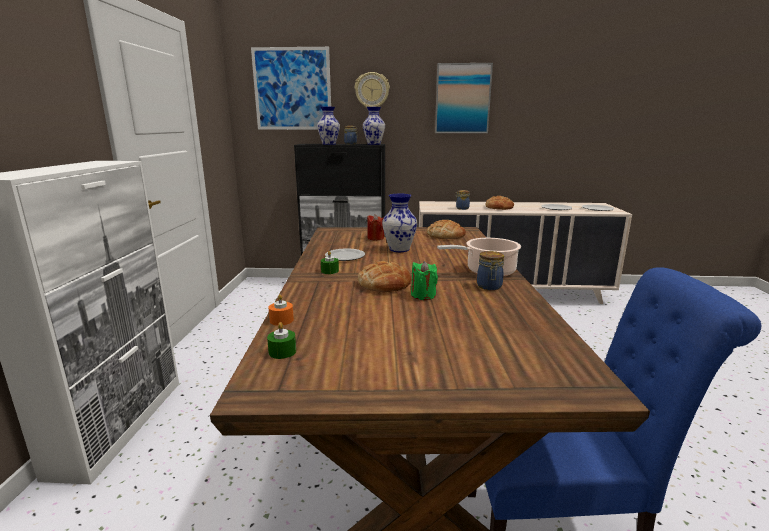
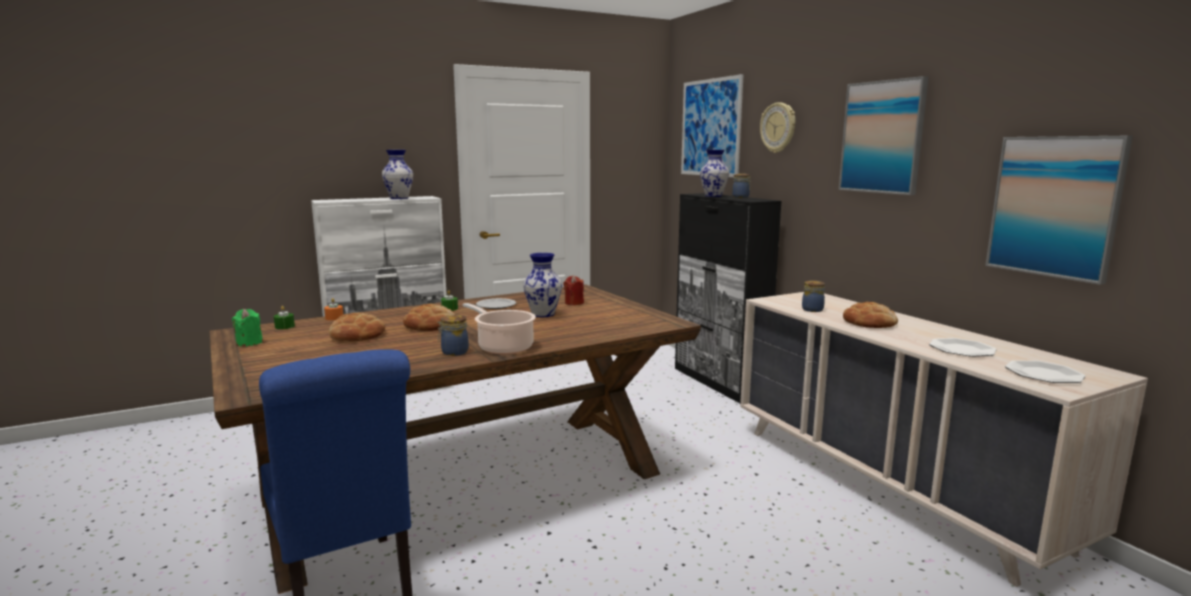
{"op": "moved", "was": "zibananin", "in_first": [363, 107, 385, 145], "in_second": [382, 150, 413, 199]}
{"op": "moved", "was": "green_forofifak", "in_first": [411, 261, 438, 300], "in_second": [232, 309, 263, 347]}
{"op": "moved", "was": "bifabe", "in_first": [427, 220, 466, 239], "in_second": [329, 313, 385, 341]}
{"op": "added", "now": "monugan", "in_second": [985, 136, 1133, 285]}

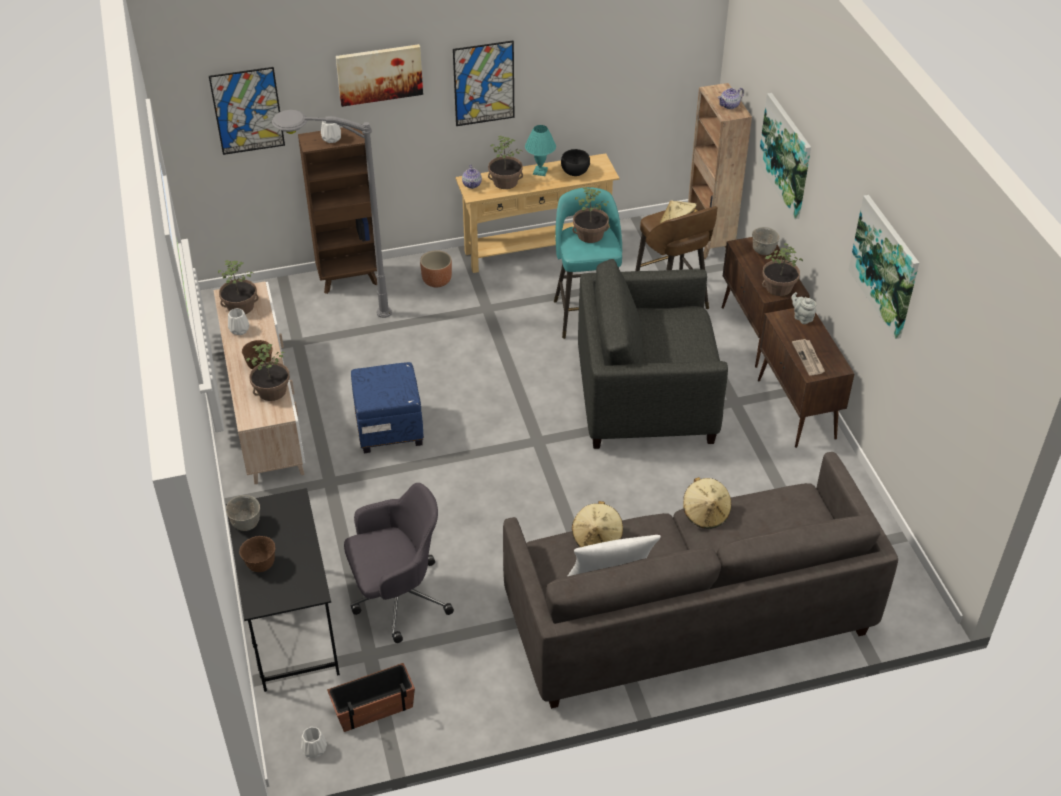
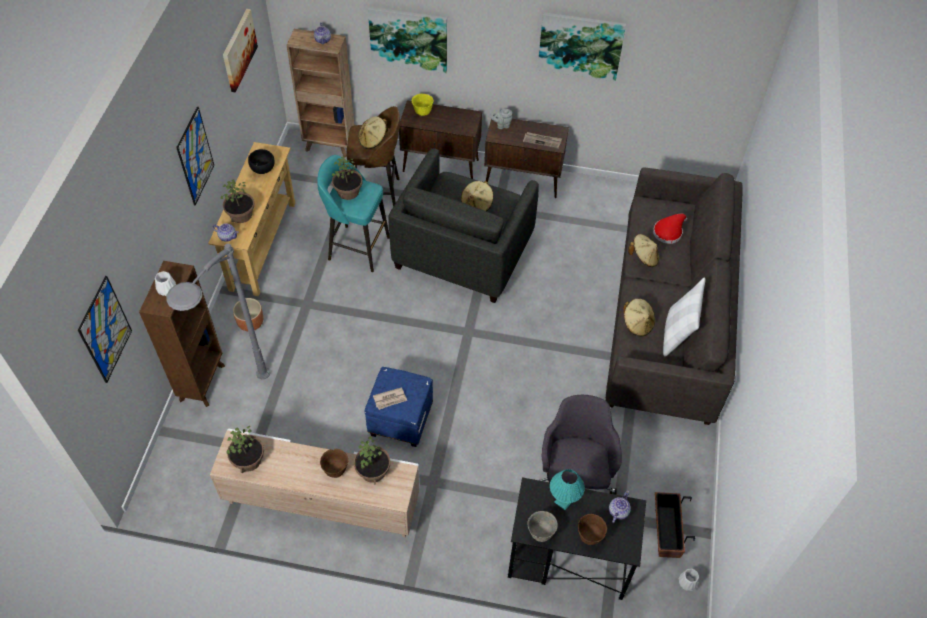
{"op": "removed", "was": "white_zibananin", "in_first": [228, 308, 249, 335]}
{"op": "moved", "was": "monugan", "in_first": [336, 44, 423, 107], "in_second": [223, 9, 258, 92]}
{"op": "moved", "was": "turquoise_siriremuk", "in_first": [525, 125, 556, 176], "in_second": [550, 469, 585, 510]}
{"op": "recoloured", "was": "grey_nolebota", "now": "yellow_nolebota", "in_first": [752, 227, 779, 255], "in_second": [412, 94, 433, 116]}
{"op": "removed", "was": "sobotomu", "in_first": [762, 243, 803, 296]}
{"op": "added", "now": "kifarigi", "in_second": [373, 387, 407, 410]}
{"op": "added", "now": "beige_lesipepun", "in_second": [461, 181, 494, 211]}
{"op": "added", "now": "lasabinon", "in_second": [609, 491, 631, 523]}
{"op": "added", "now": "red_lesipepun", "in_second": [653, 213, 687, 244]}

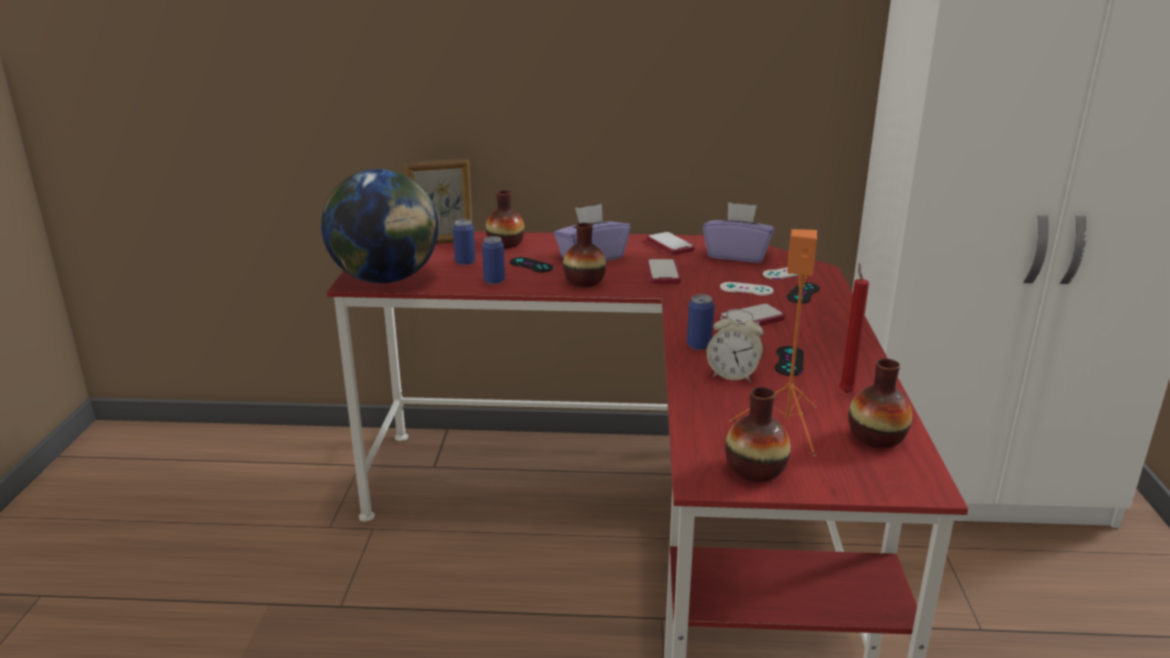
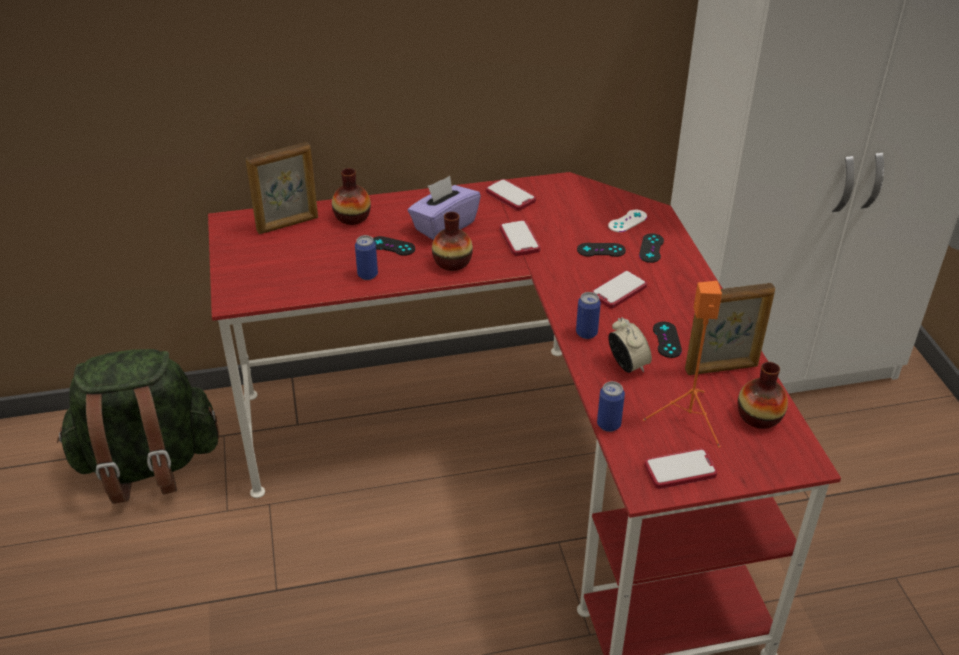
{"op": "removed", "was": "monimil", "in_first": [321, 169, 438, 284]}
{"op": "moved", "was": "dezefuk", "in_first": [453, 219, 475, 265], "in_second": [597, 381, 625, 432]}
{"op": "removed", "was": "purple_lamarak", "in_first": [703, 202, 775, 263]}
{"op": "turned", "was": "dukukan", "in_first": [707, 309, 763, 382], "in_second": [608, 317, 652, 373], "clockwise": -120}
{"op": "recoloured", "was": "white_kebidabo", "now": "black_kebidabo", "in_first": [720, 282, 774, 296], "in_second": [577, 243, 626, 257]}
{"op": "replaced", "was": "zibananin", "now": "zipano", "in_first": [725, 387, 791, 482], "in_second": [644, 449, 717, 489]}
{"op": "replaced", "was": "red_forofifak", "now": "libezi", "in_first": [839, 263, 869, 393], "in_second": [685, 283, 775, 375]}
{"op": "added", "now": "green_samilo", "in_second": [57, 349, 219, 504]}

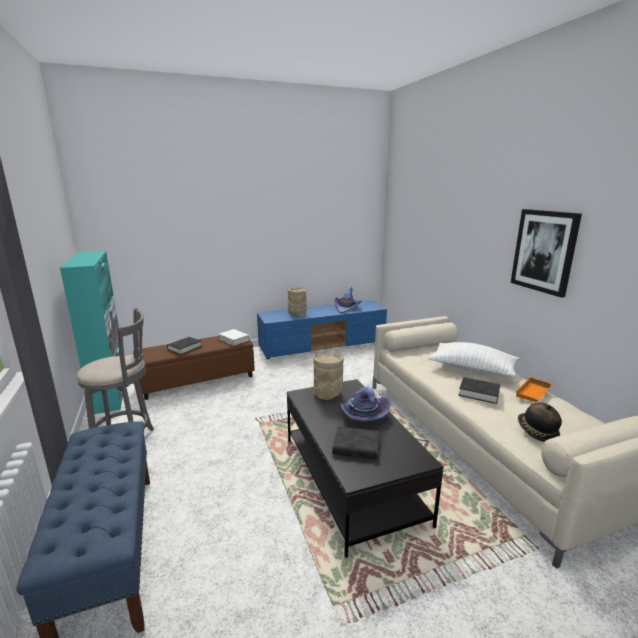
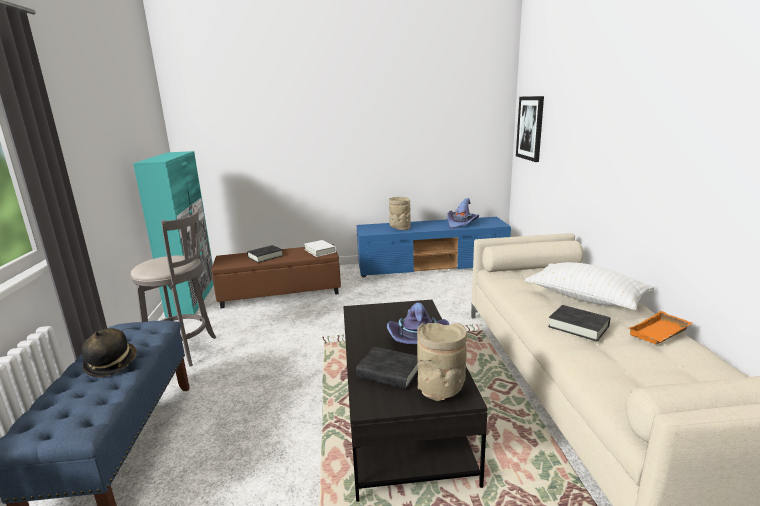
{"op": "moved", "was": "beige_zibananin", "in_first": [314, 353, 343, 400], "in_second": [417, 323, 467, 401]}
{"op": "moved", "was": "monugan", "in_first": [511, 209, 582, 298], "in_second": [516, 96, 544, 162]}
{"op": "moved", "was": "lesipepun", "in_first": [518, 402, 562, 442], "in_second": [82, 328, 137, 377]}

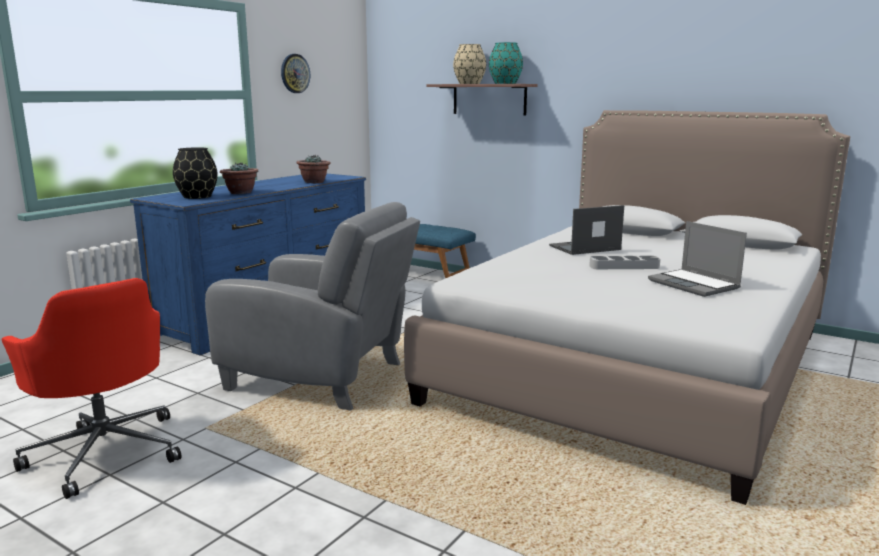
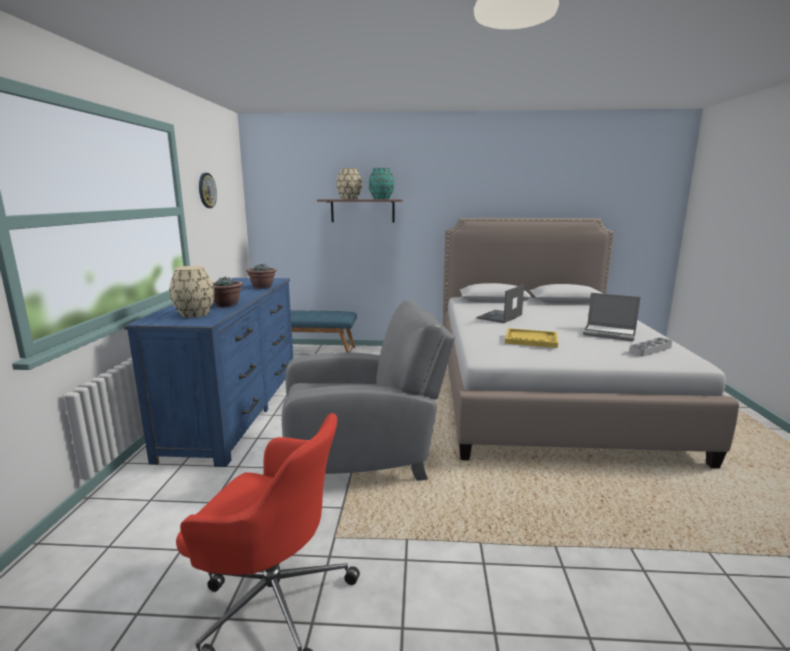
{"op": "recoloured", "was": "black_zibananin", "now": "beige_zibananin", "in_first": [173, 147, 218, 199], "in_second": [169, 266, 215, 318]}
{"op": "moved", "was": "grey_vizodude", "in_first": [589, 256, 660, 269], "in_second": [629, 338, 672, 357]}
{"op": "added", "now": "yellow_vizodude", "in_second": [505, 328, 558, 348]}

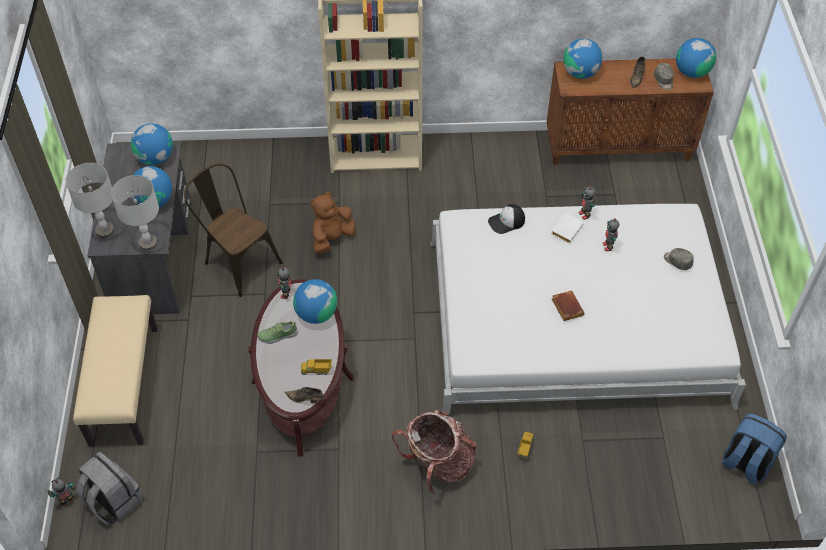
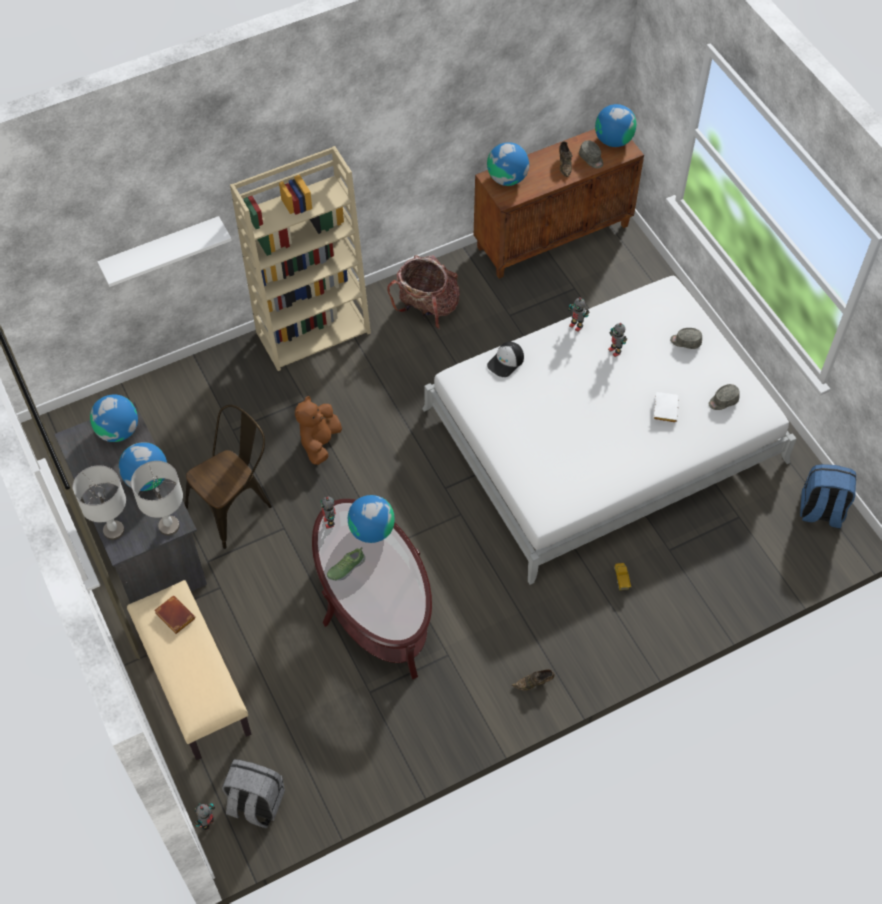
{"op": "turned", "was": "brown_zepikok", "in_first": [184, 163, 283, 297], "in_second": [185, 405, 272, 549], "clockwise": 120}
{"op": "moved", "was": "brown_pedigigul", "in_first": [285, 387, 324, 403], "in_second": [512, 669, 555, 690]}
{"op": "removed", "was": "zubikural", "in_first": [301, 359, 332, 375]}
{"op": "moved", "was": "samilo", "in_first": [392, 410, 477, 495], "in_second": [387, 255, 460, 329]}
{"op": "moved", "was": "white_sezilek", "in_first": [551, 213, 583, 243], "in_second": [653, 392, 679, 423]}
{"op": "moved", "was": "brown_sezilek", "in_first": [552, 291, 585, 321], "in_second": [154, 596, 195, 634]}
{"op": "added", "now": "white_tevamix", "in_second": [97, 216, 232, 287]}
{"op": "added", "now": "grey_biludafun", "in_second": [709, 384, 740, 410]}

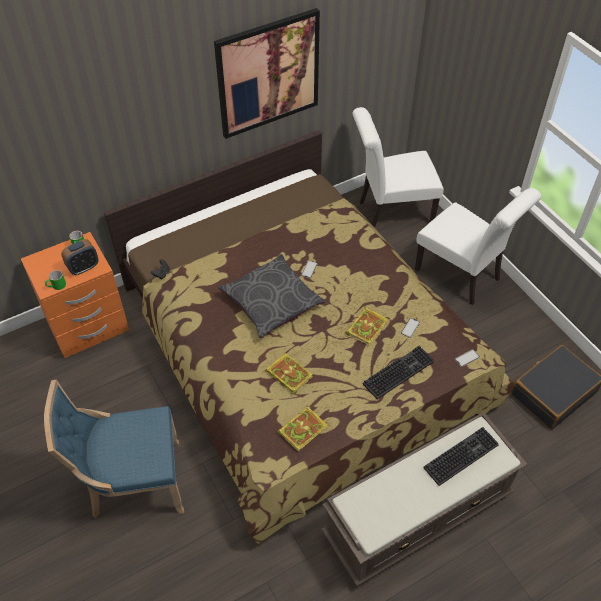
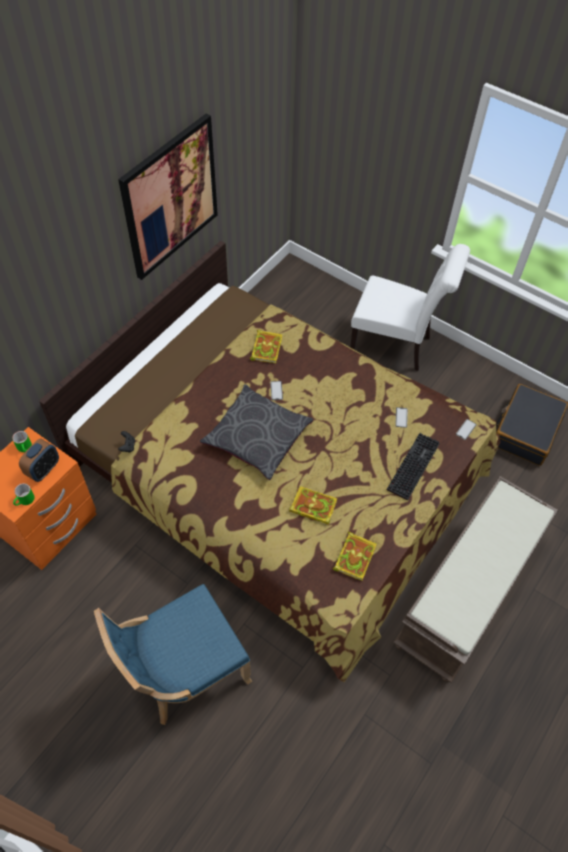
{"op": "moved", "was": "sezilek", "in_first": [345, 306, 388, 345], "in_second": [250, 330, 283, 363]}
{"op": "removed", "was": "white_zepikok", "in_first": [352, 107, 444, 228]}
{"op": "removed", "was": "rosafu", "in_first": [423, 427, 499, 486]}

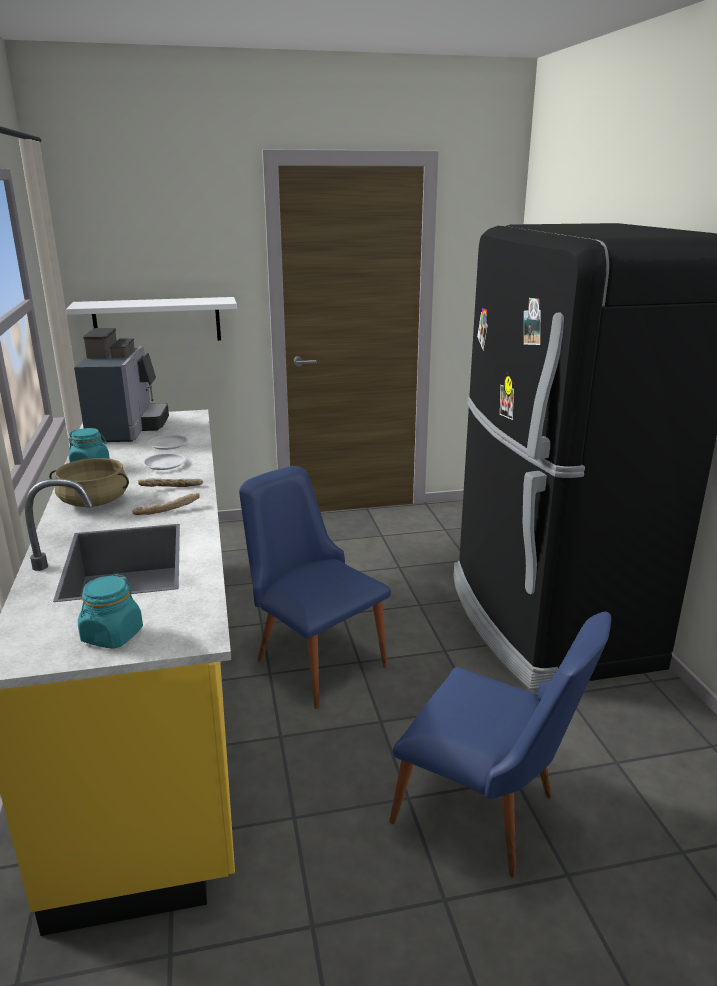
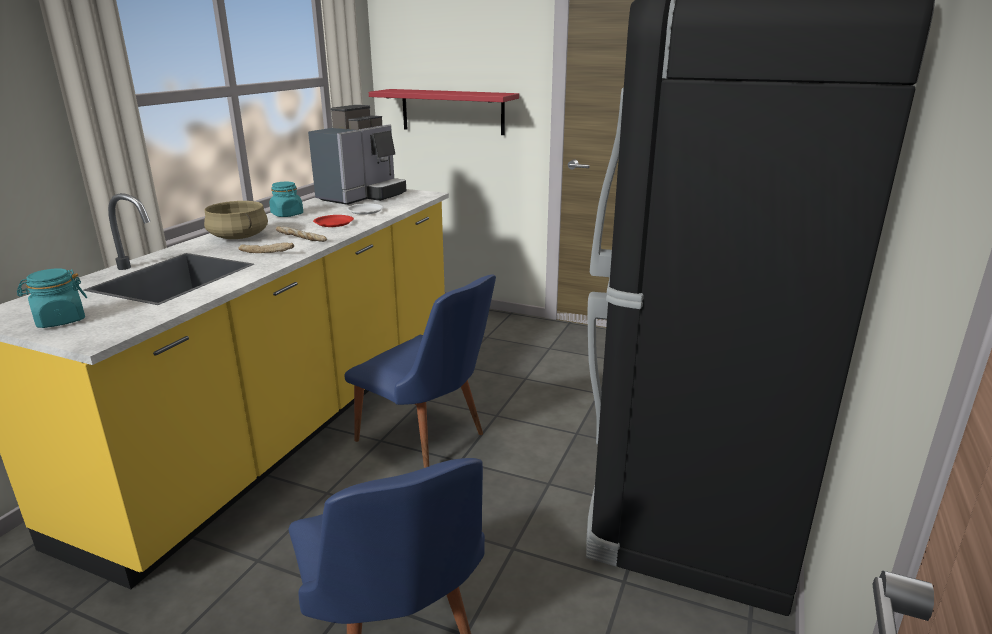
{"op": "recoloured", "was": "white_tevamix", "now": "red_tevamix", "in_first": [66, 297, 237, 341], "in_second": [369, 89, 519, 135]}
{"op": "recoloured", "was": "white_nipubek", "now": "red_nipubek", "in_first": [142, 453, 187, 470], "in_second": [313, 215, 354, 227]}
{"op": "turned", "was": "blue_zepikok", "in_first": [239, 466, 391, 709], "in_second": [344, 274, 496, 468], "clockwise": 135}

